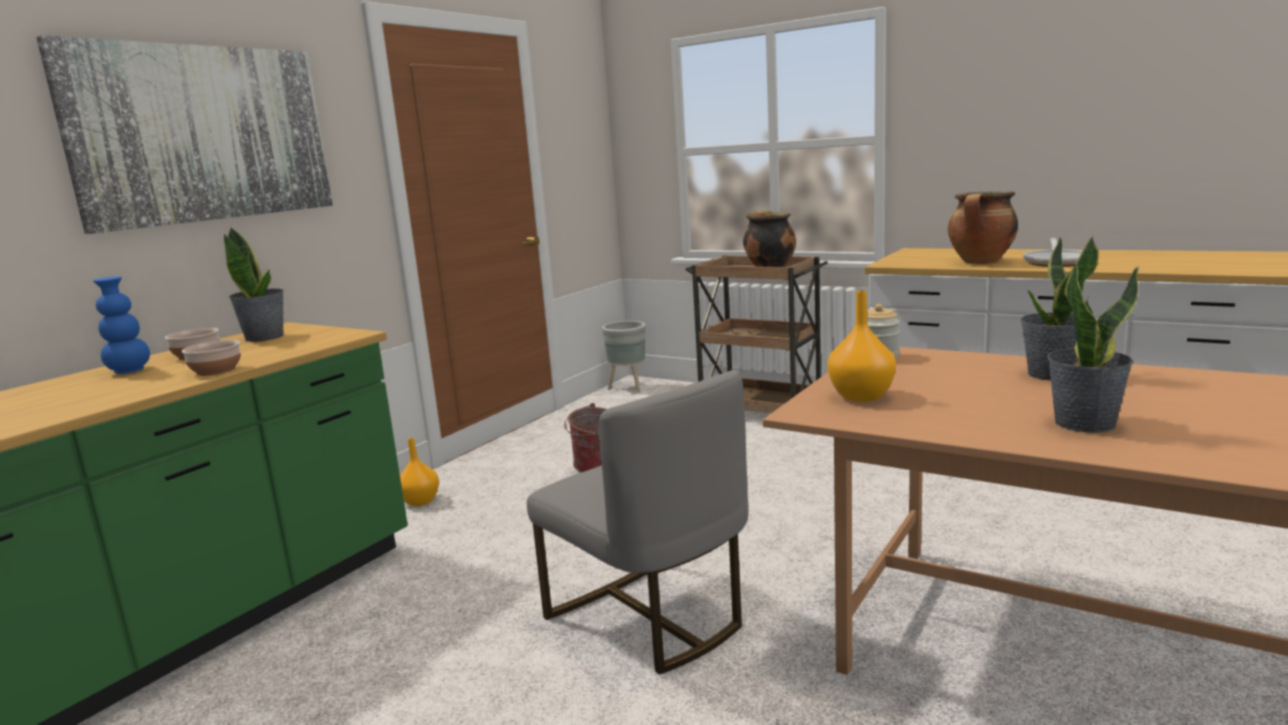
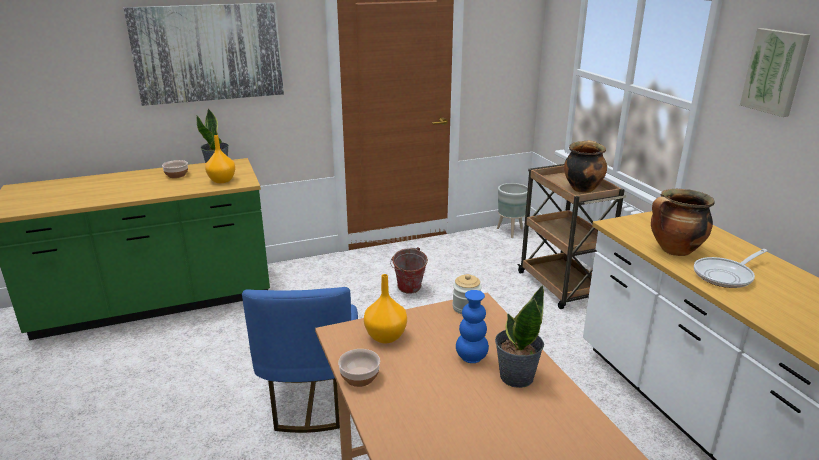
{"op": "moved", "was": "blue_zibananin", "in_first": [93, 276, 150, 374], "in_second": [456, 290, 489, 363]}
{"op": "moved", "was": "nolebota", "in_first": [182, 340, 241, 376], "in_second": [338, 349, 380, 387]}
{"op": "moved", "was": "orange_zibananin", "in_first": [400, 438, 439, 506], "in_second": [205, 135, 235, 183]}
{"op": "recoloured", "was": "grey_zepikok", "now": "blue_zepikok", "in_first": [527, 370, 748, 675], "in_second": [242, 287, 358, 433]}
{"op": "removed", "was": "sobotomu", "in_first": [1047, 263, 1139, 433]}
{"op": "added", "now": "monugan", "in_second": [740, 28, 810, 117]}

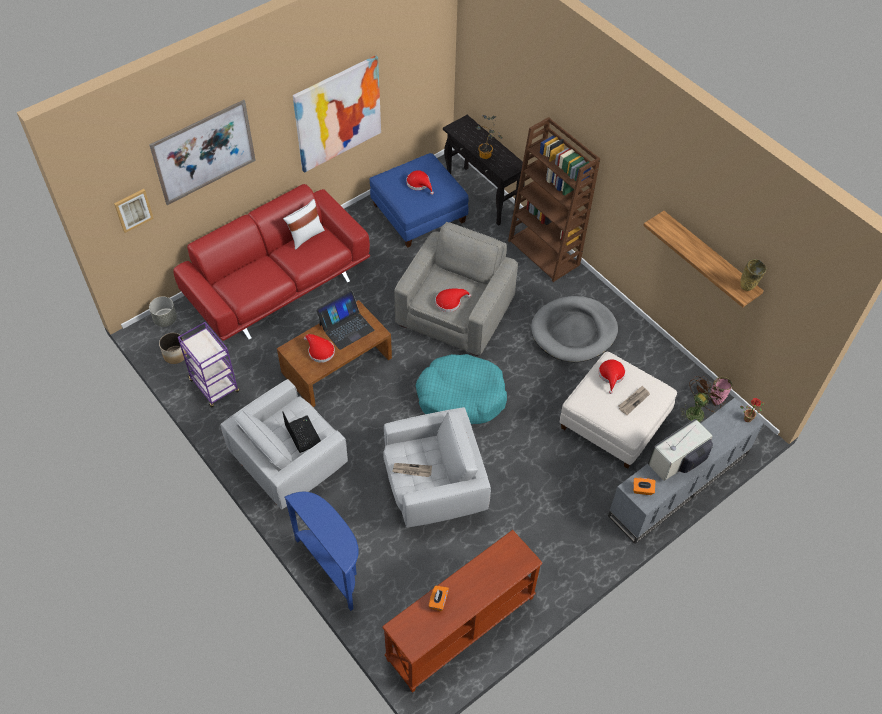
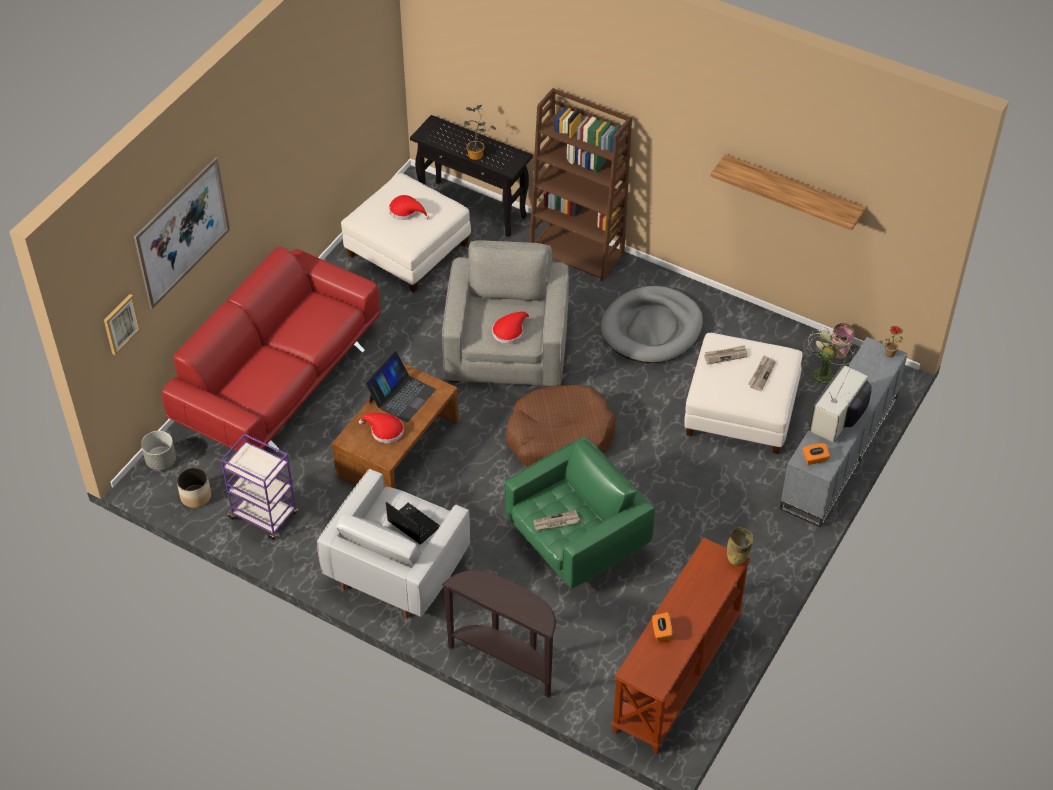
{"op": "removed", "was": "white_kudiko", "in_first": [283, 199, 325, 250]}
{"op": "recoloured", "was": "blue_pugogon", "now": "brown_pugogon", "in_first": [285, 492, 359, 611], "in_second": [442, 570, 556, 698]}
{"op": "removed", "was": "monugan", "in_first": [293, 55, 381, 173]}
{"op": "recoloured", "was": "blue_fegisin", "now": "white_fegisin", "in_first": [370, 153, 469, 248], "in_second": [341, 173, 471, 292]}
{"op": "recoloured", "was": "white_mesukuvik", "now": "green_mesukuvik", "in_first": [383, 407, 491, 527], "in_second": [505, 436, 655, 589]}
{"op": "recoloured", "was": "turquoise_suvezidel", "now": "brown_suvezidel", "in_first": [416, 354, 507, 424], "in_second": [505, 385, 616, 467]}
{"op": "replaced", "was": "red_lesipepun", "now": "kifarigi", "in_first": [599, 360, 626, 394], "in_second": [704, 345, 747, 365]}
{"op": "recoloured", "was": "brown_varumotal", "now": "green_varumotal", "in_first": [680, 376, 726, 422], "in_second": [805, 326, 856, 386]}
{"op": "moved", "was": "beige_zibananin", "in_first": [740, 259, 767, 291], "in_second": [727, 527, 754, 566]}

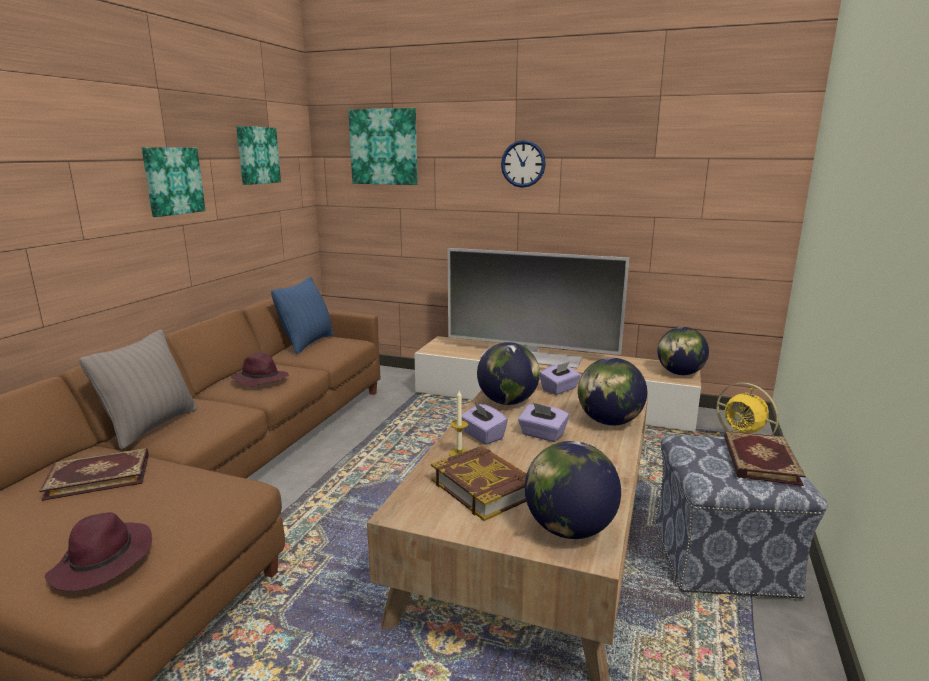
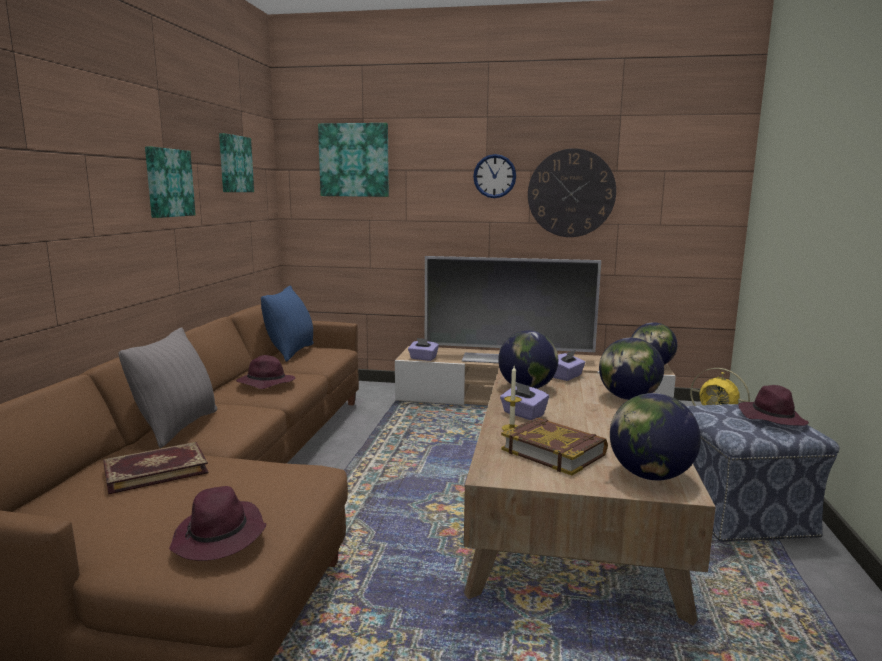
{"op": "moved", "was": "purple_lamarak", "in_first": [518, 402, 569, 442], "in_second": [408, 338, 439, 361]}
{"op": "replaced", "was": "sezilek", "now": "purple_lesipepun", "in_first": [724, 431, 806, 486], "in_second": [738, 385, 809, 426]}
{"op": "added", "now": "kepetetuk", "in_second": [528, 148, 616, 237]}

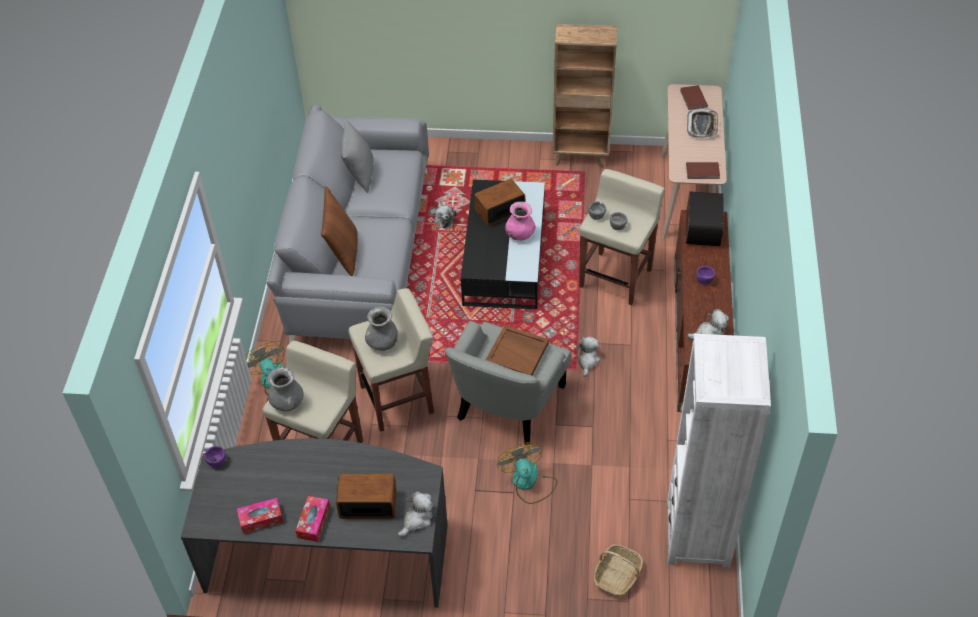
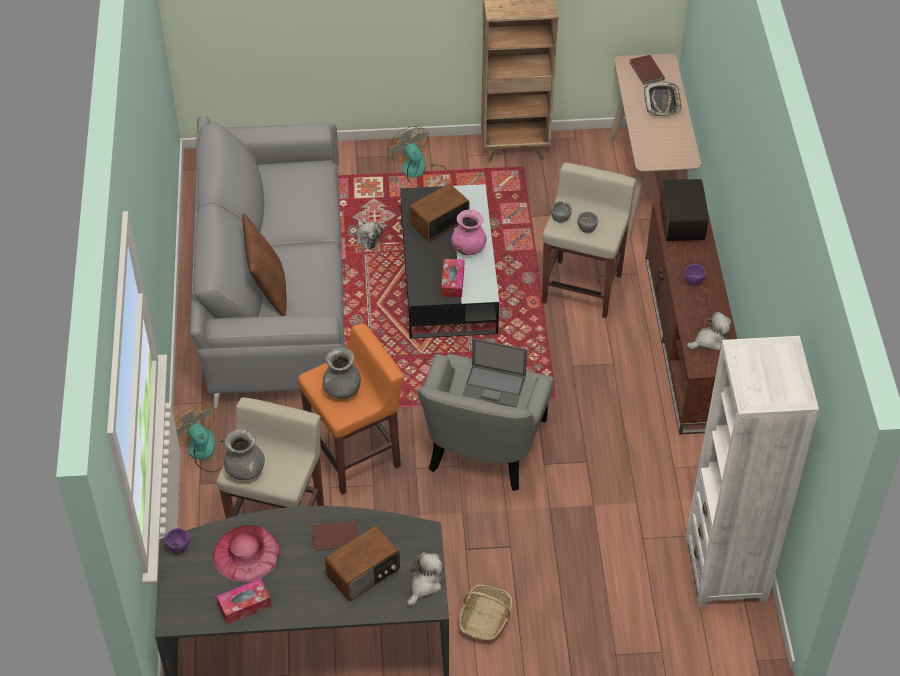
{"op": "moved", "was": "lamarak", "in_first": [295, 496, 330, 542], "in_second": [441, 259, 464, 298]}
{"op": "turned", "was": "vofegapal", "in_first": [336, 474, 396, 519], "in_second": [325, 525, 400, 602], "clockwise": 150}
{"op": "removed", "was": "grey_kudiko", "in_first": [341, 120, 373, 193]}
{"op": "recoloured", "was": "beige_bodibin", "now": "orange_bodibin", "in_first": [349, 288, 434, 432], "in_second": [298, 323, 404, 495]}
{"op": "replaced", "was": "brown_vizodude", "now": "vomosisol", "in_first": [486, 325, 549, 375], "in_second": [462, 338, 527, 407]}
{"op": "moved", "was": "varumotal", "in_first": [497, 442, 557, 504], "in_second": [387, 126, 446, 187]}
{"op": "removed", "was": "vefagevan", "in_first": [575, 336, 600, 377]}
{"op": "moved", "was": "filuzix", "in_first": [594, 544, 643, 596], "in_second": [459, 585, 512, 642]}
{"op": "moved", "was": "brown_sezilek", "in_first": [686, 162, 720, 179], "in_second": [312, 521, 358, 551]}
{"op": "added", "now": "pink_lesipepun", "in_second": [213, 525, 281, 582]}

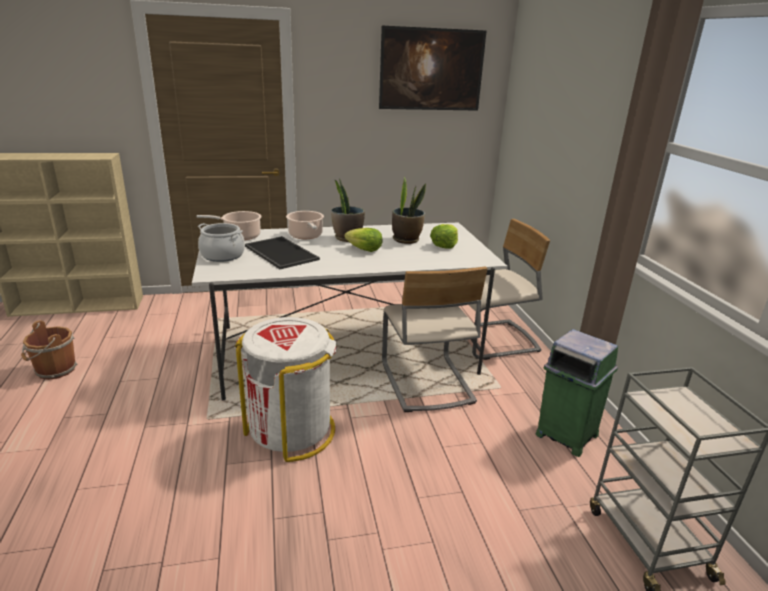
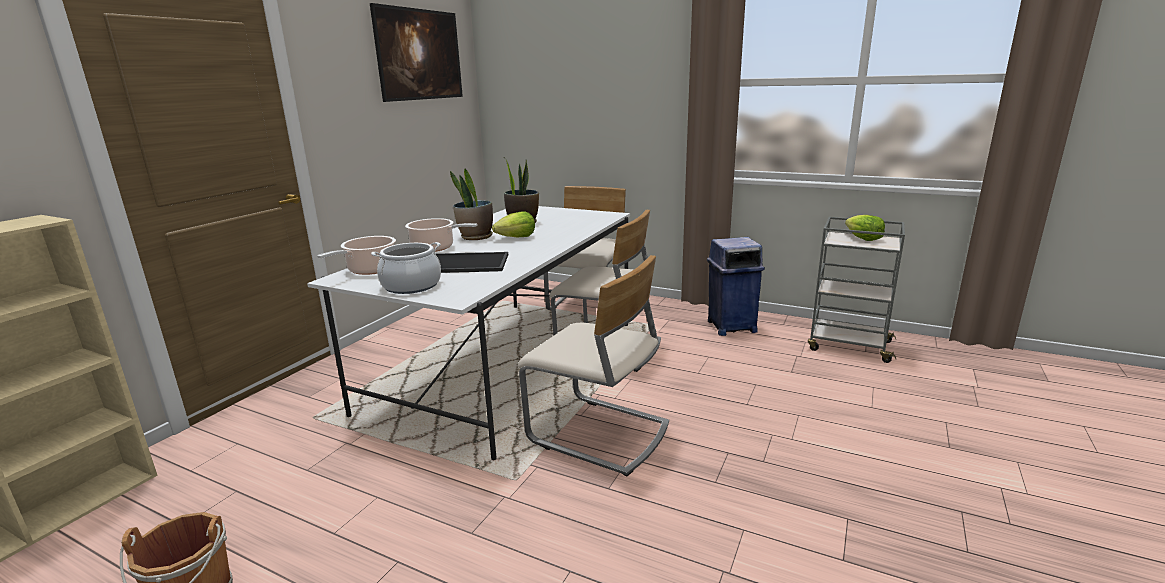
{"op": "replaced", "was": "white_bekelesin", "now": "beige_zepikok", "in_first": [235, 317, 337, 462], "in_second": [518, 255, 669, 476]}
{"op": "moved", "was": "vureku", "in_first": [430, 224, 458, 249], "in_second": [845, 215, 885, 241]}
{"op": "recoloured", "was": "green_bekelesin", "now": "blue_bekelesin", "in_first": [536, 329, 618, 457], "in_second": [707, 237, 765, 336]}

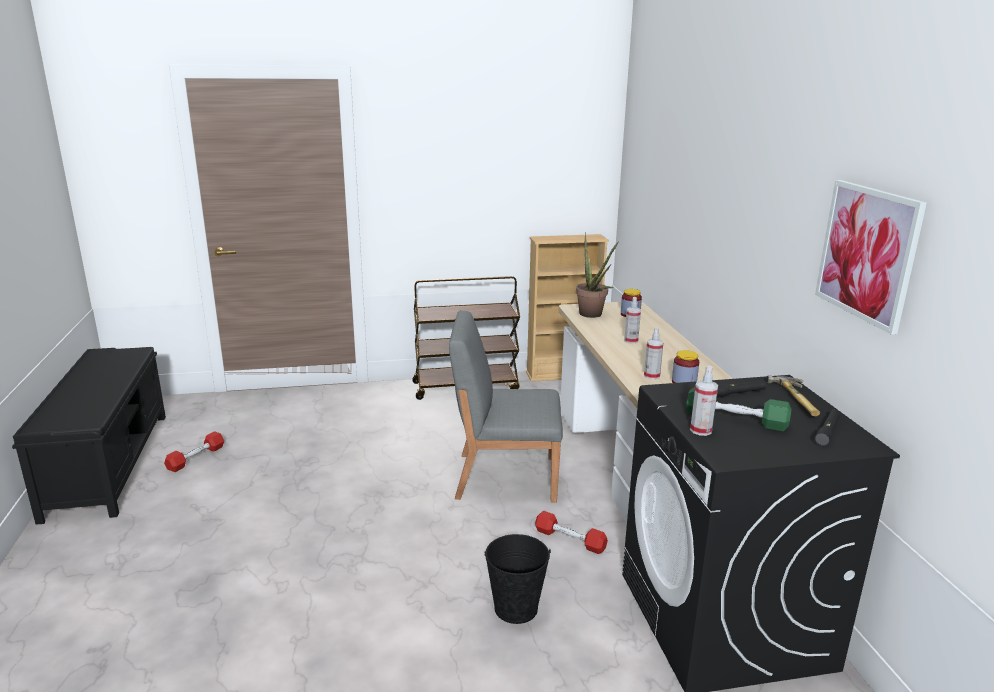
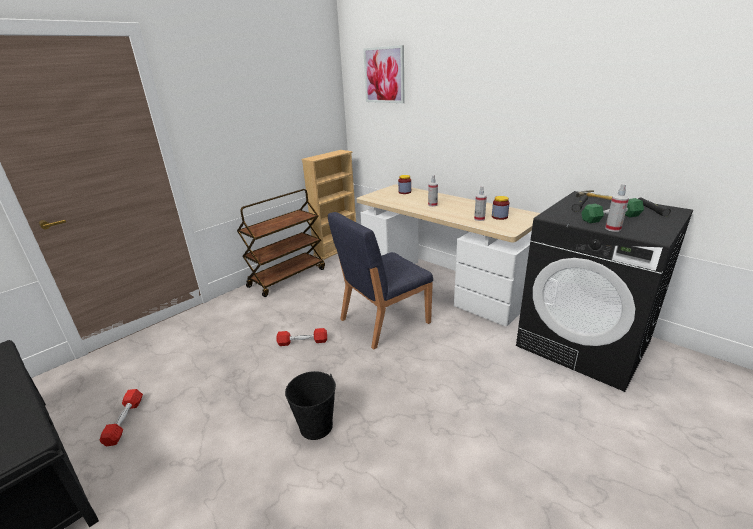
{"op": "recoloured", "was": "grey_zepikok", "now": "blue_zepikok", "in_first": [449, 311, 563, 503], "in_second": [328, 212, 433, 350]}
{"op": "moved", "was": "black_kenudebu", "in_first": [484, 534, 551, 624], "in_second": [285, 371, 336, 440]}
{"op": "moved", "was": "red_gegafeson", "in_first": [535, 511, 608, 554], "in_second": [276, 328, 327, 346]}
{"op": "removed", "was": "sobotomu", "in_first": [576, 232, 619, 318]}
{"op": "moved", "was": "monugan", "in_first": [815, 180, 927, 335], "in_second": [363, 45, 405, 103]}

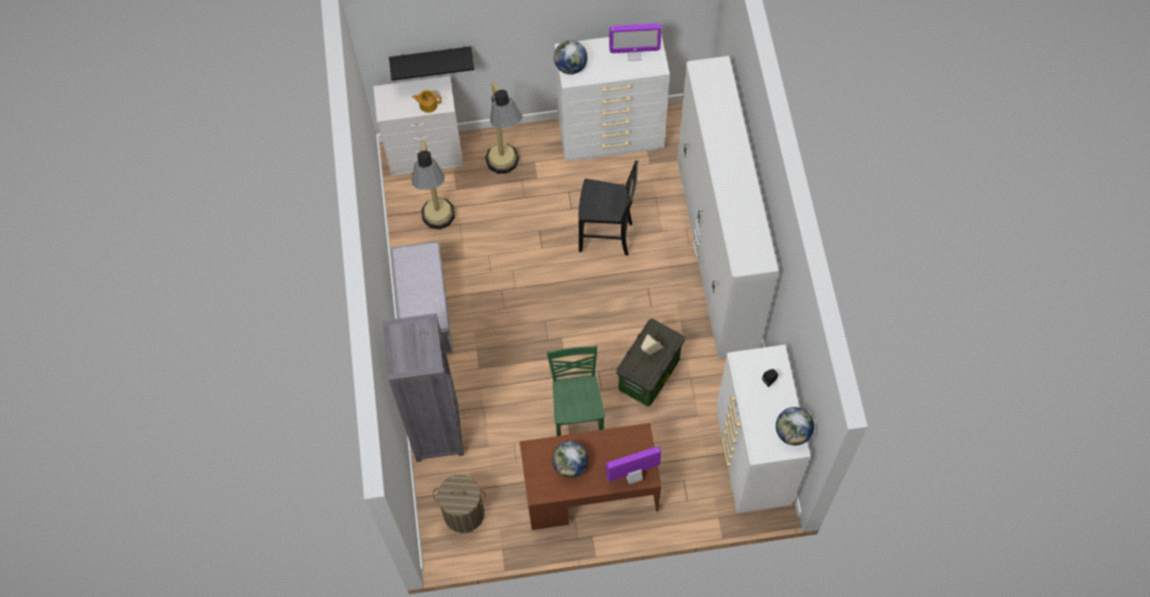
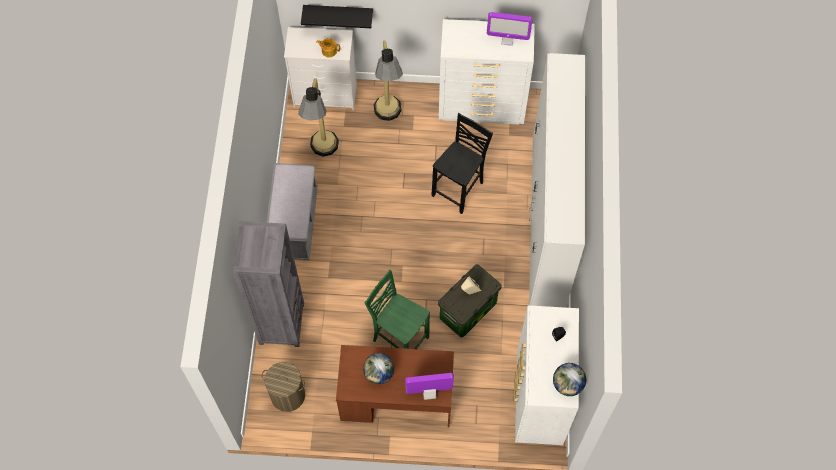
{"op": "turned", "was": "green_zepikok", "in_first": [547, 345, 605, 436], "in_second": [365, 270, 430, 349], "clockwise": -60}
{"op": "removed", "was": "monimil", "in_first": [554, 40, 587, 75]}
{"op": "turned", "was": "black_zepikok", "in_first": [578, 160, 638, 256], "in_second": [432, 113, 493, 214], "clockwise": -75}

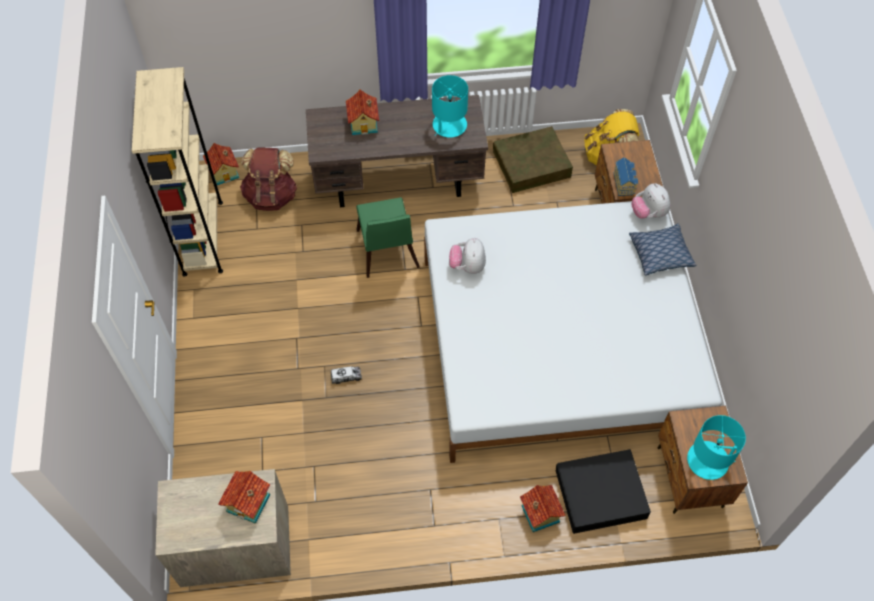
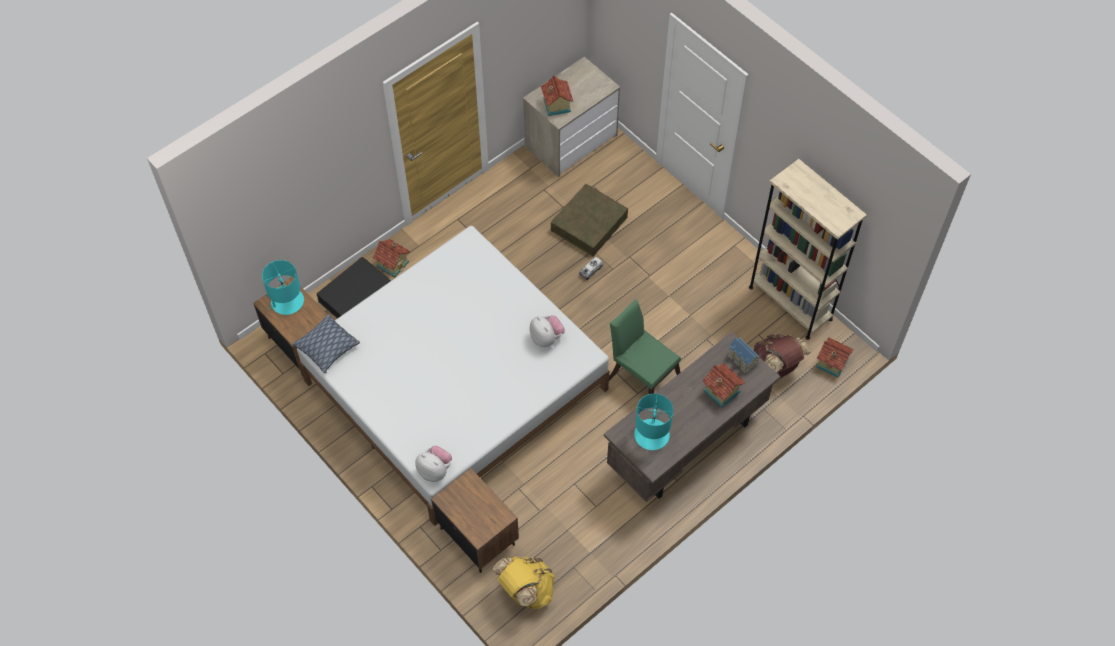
{"op": "moved", "was": "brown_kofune", "in_first": [493, 126, 573, 193], "in_second": [551, 184, 628, 256]}
{"op": "moved", "was": "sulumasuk", "in_first": [613, 157, 638, 196], "in_second": [727, 338, 760, 373]}
{"op": "moved", "was": "kudiko", "in_first": [629, 223, 697, 275], "in_second": [292, 314, 360, 373]}

